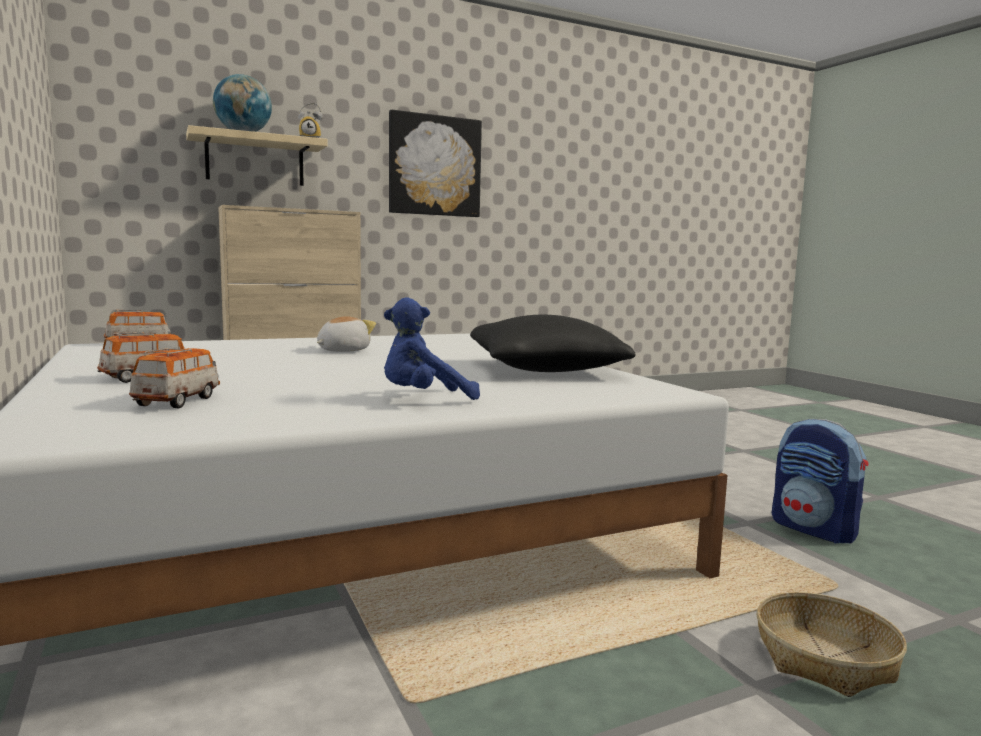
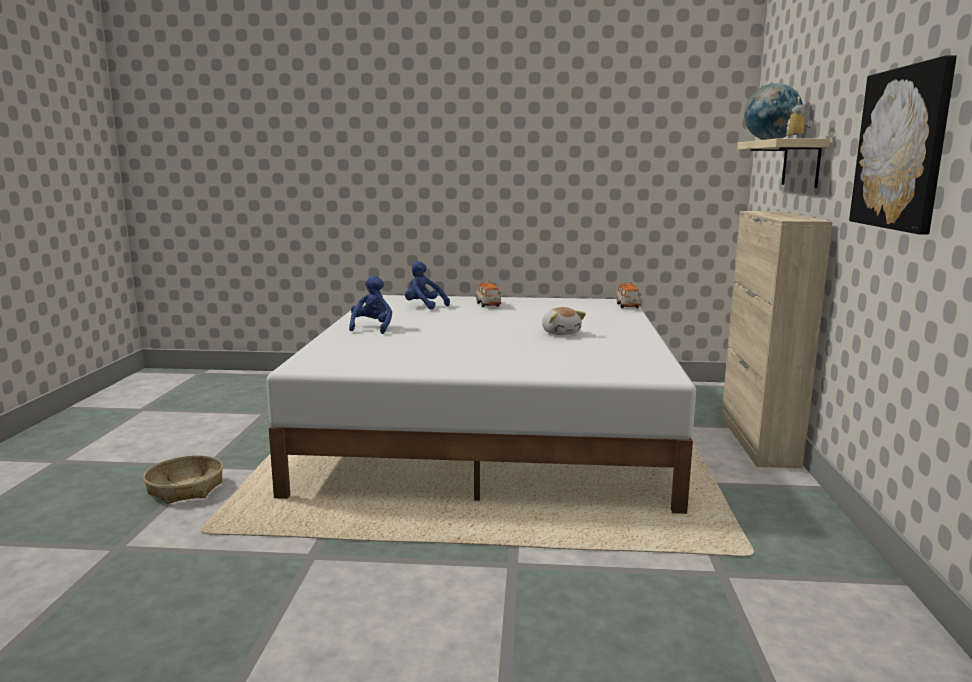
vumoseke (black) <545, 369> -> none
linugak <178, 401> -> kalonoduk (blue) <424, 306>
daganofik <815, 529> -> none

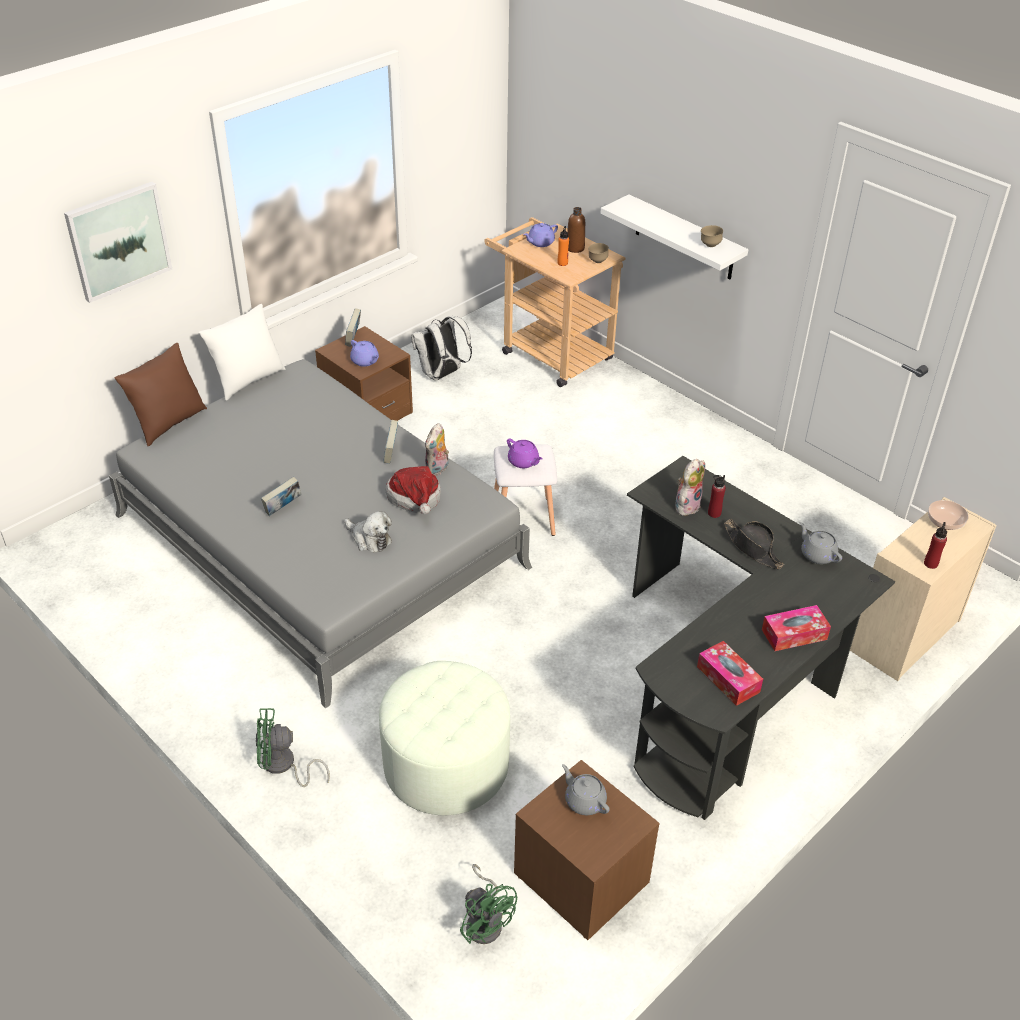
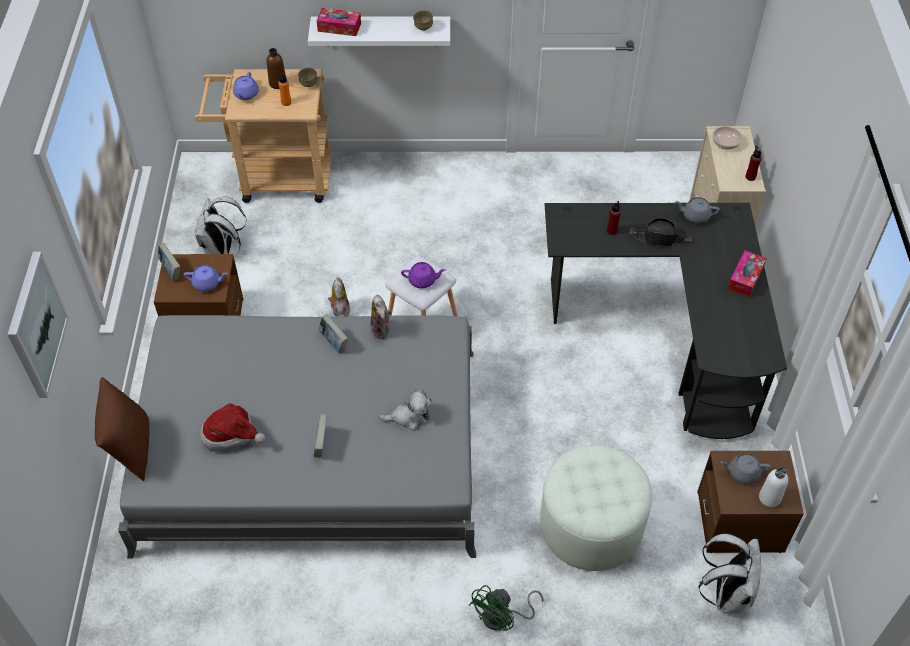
vumoseke (white) <248, 380> -> none
kalonoduk <686, 505> -> kalonoduk <339, 310>, moved
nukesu <415, 501> -> nukesu <232, 435>, moved
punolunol <728, 679> -> punolunol <339, 27>, moved
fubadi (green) <486, 921> -> daganofik (white) <726, 593>
none -> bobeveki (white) <769, 498>

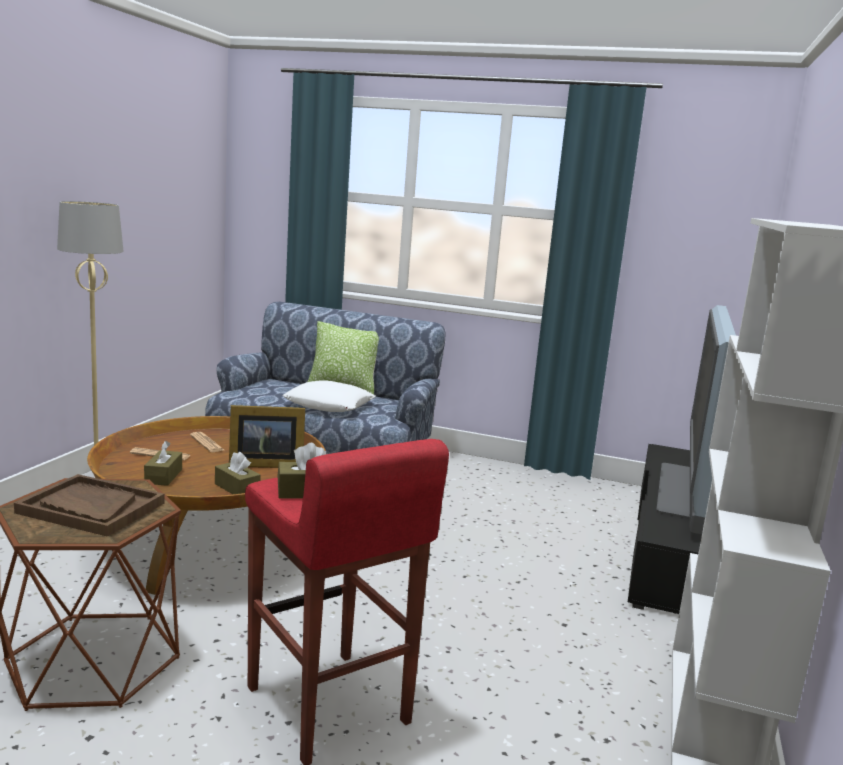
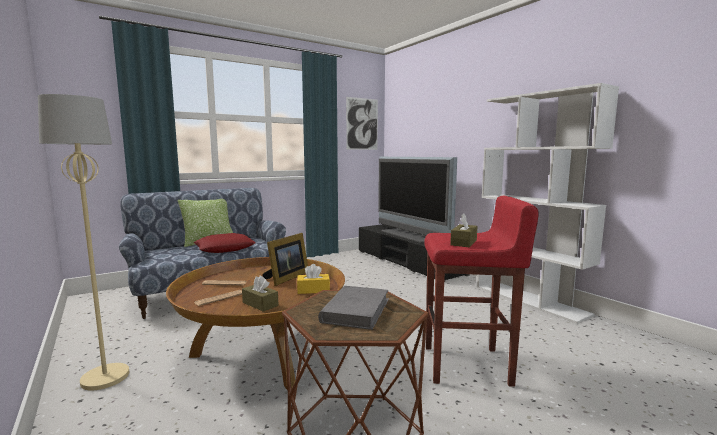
vumoseke (white) <329, 405> -> vumoseke (red) <225, 248>
punolunol (brown) <237, 488> -> punolunol (yellow) <313, 290>
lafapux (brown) <91, 508> -> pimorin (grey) <356, 310>
none -> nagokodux <362, 124>

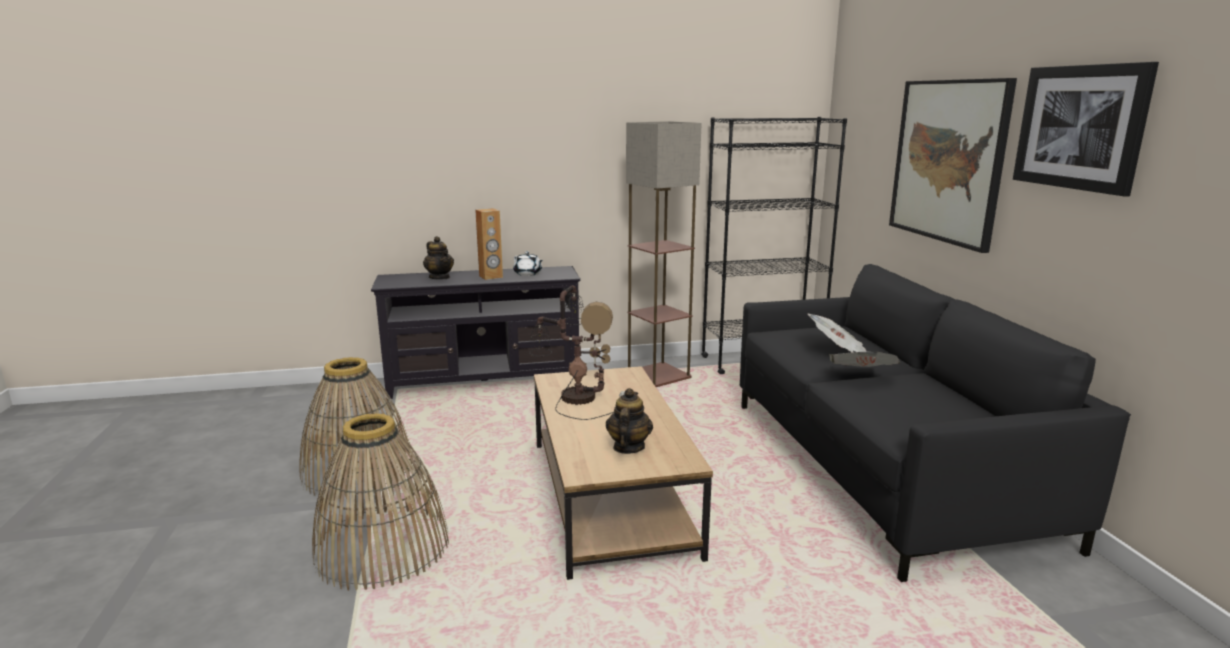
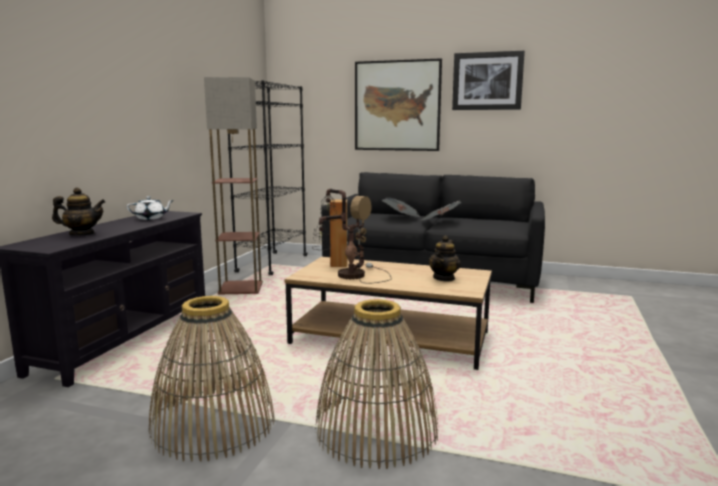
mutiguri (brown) <491, 277> -> mutiguri (brown) <339, 264>, moved
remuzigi <628, 447> -> remuzigi <444, 278>, 105 degrees counterclockwise

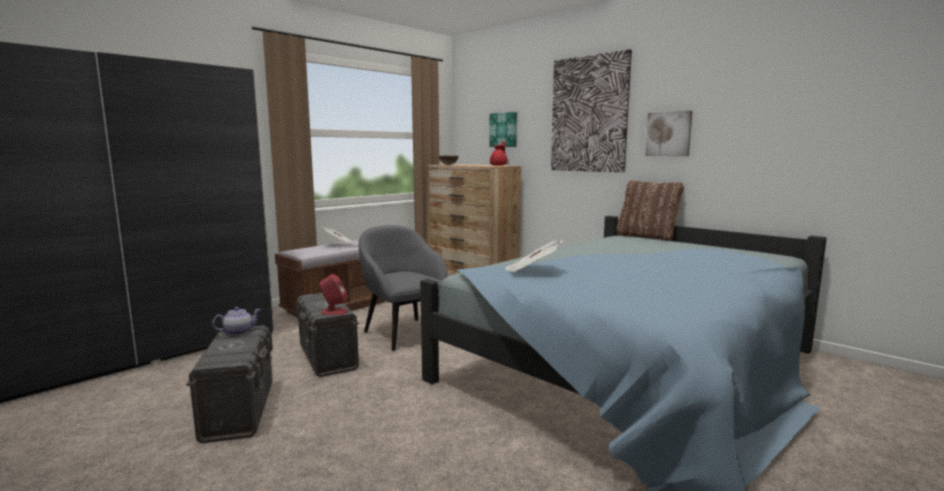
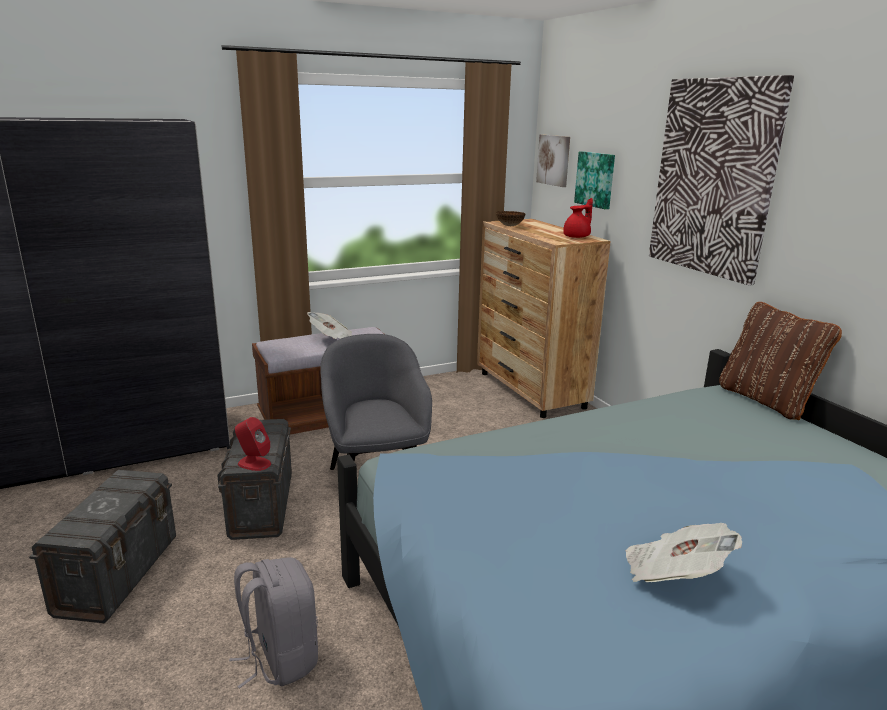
nagokodux <668, 134> -> nagokodux <554, 160>, moved
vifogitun <532, 271> -> vifogitun <673, 574>, moved
remuzigi <238, 332> -> none
none -> daganofik (grey) <280, 658>

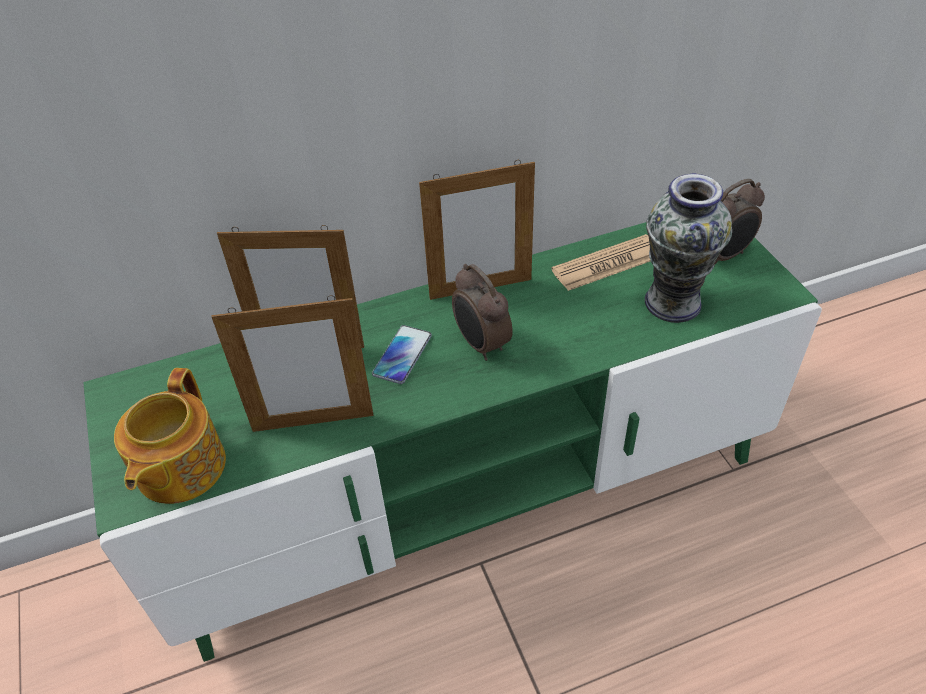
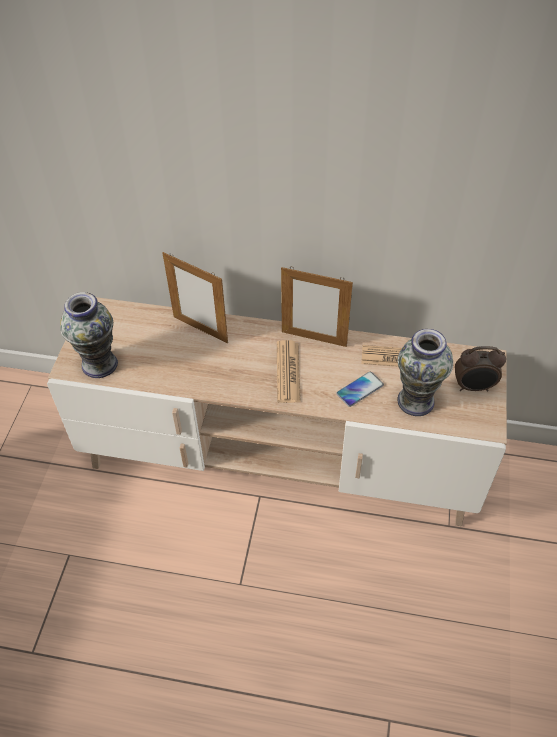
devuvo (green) <470, 497> -> devuvo (beige) <280, 457>
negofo <481, 345> -> vifogitun <288, 372>
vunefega <313, 422> -> none
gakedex <402, 355> -> gakedex <359, 389>, moved
remuzigi <179, 468> -> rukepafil <100, 363>

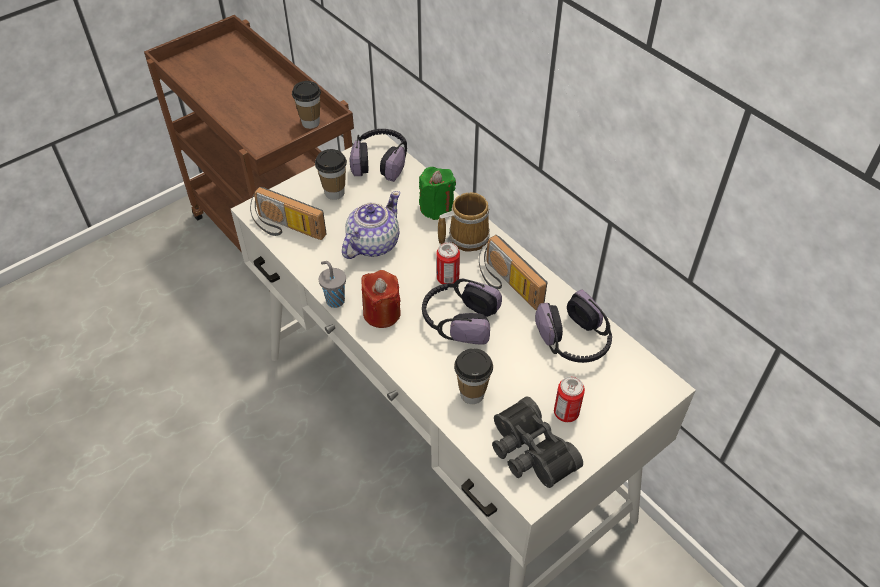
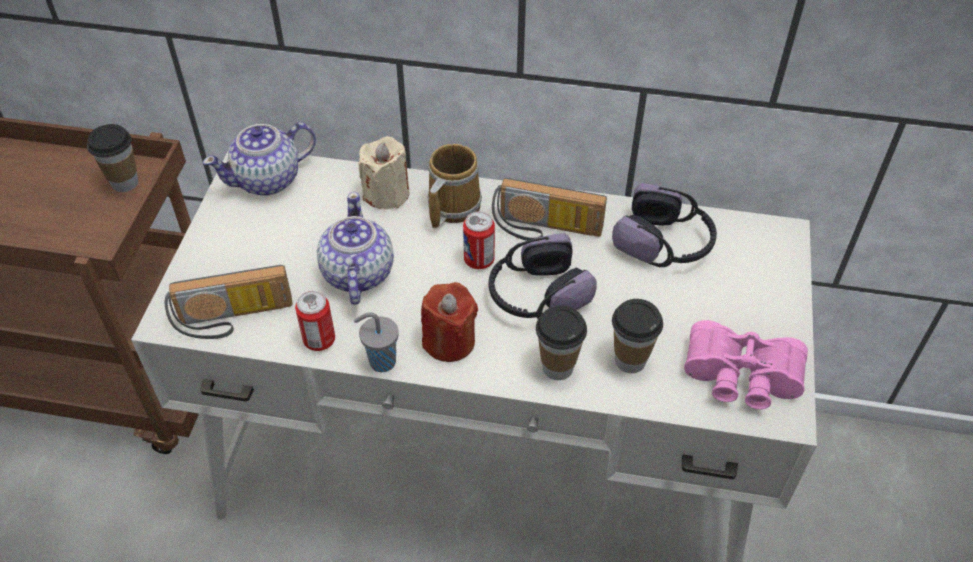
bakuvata <381, 162> -> remuzigi <268, 179>
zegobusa <334, 193> -> zegobusa <557, 367>, moved
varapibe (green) <436, 208> -> varapibe (beige) <386, 194>
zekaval <566, 413> -> zekaval <319, 340>, moved
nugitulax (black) <528, 453> -> nugitulax (pink) <741, 379>

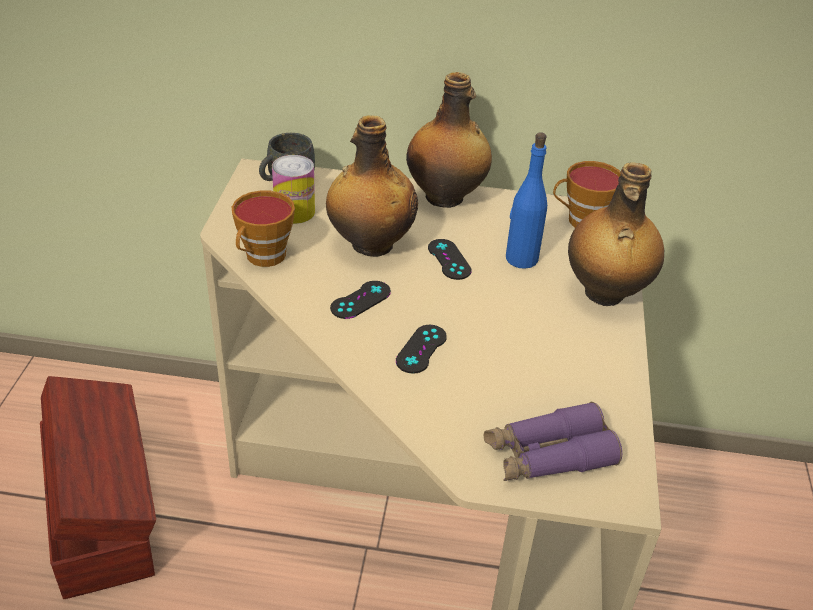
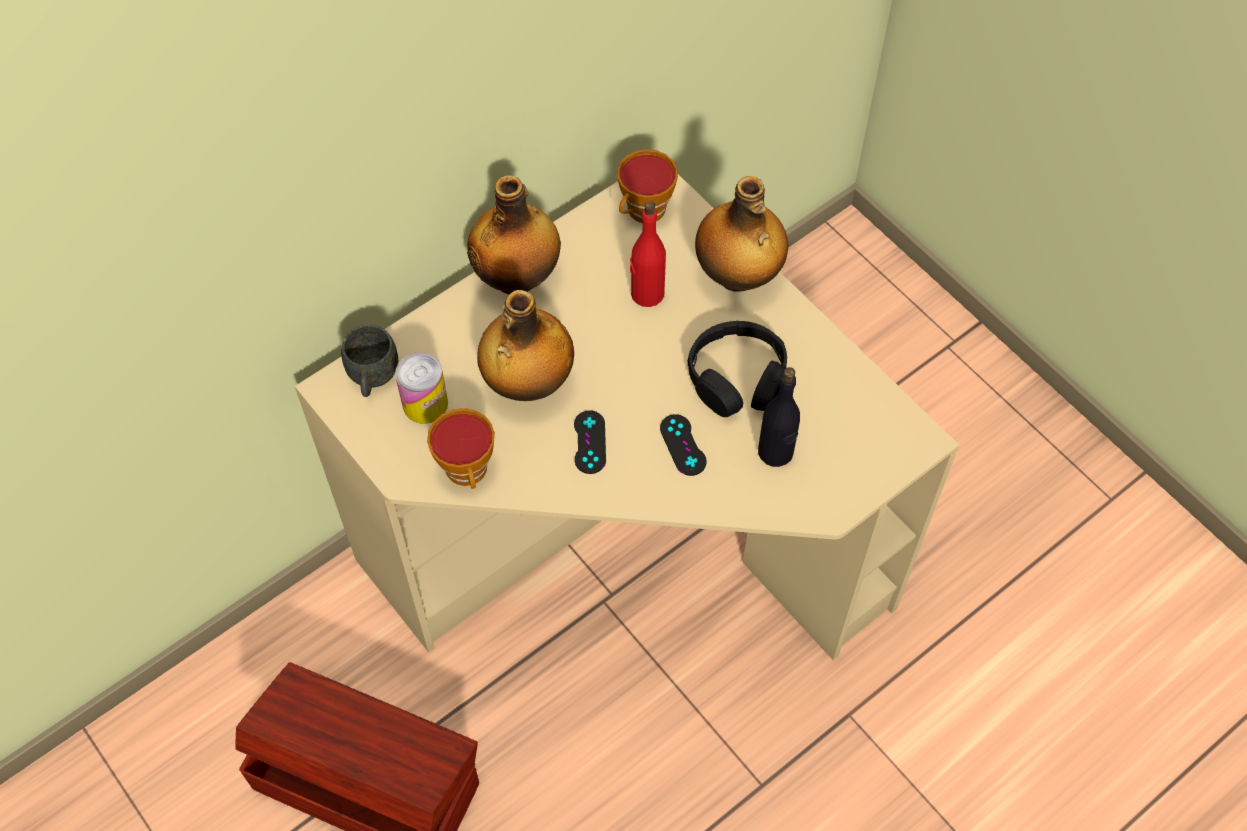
bobeveki (blue) <521, 258> -> bobeveki (red) <647, 293>
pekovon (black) <449, 259> -> none
nugitulax (purple) <548, 455> -> none
none -> bakuvata (black) <737, 378>
none -> bobeveki (black) <776, 452>

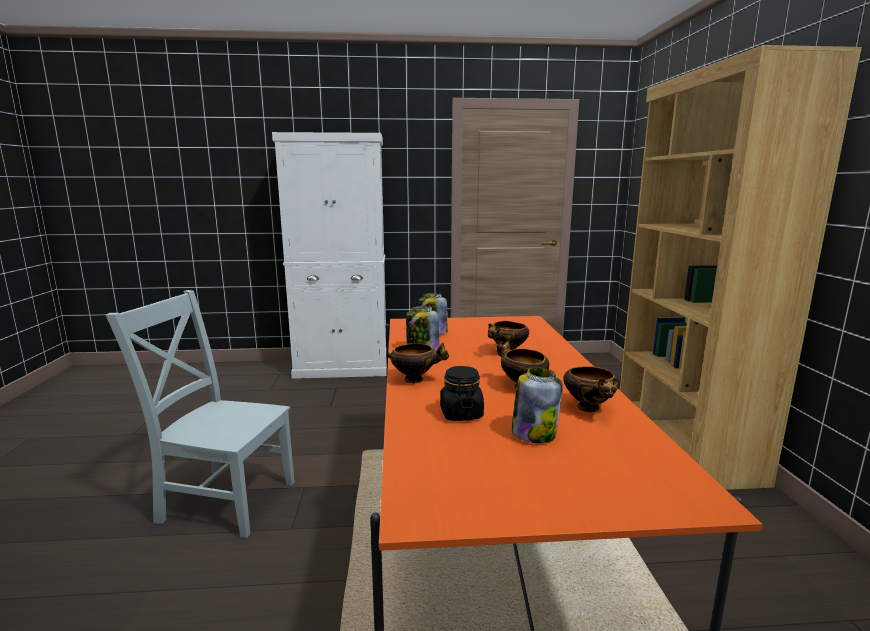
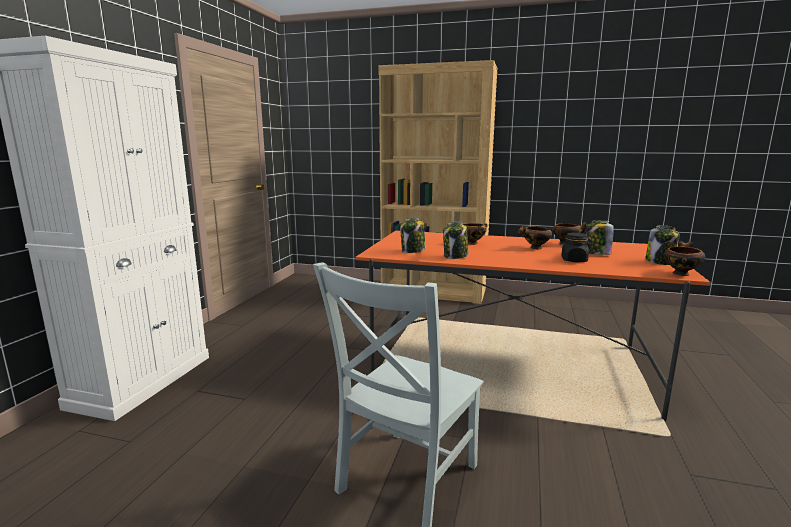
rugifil <415, 379> -> rugifil <680, 273>, moved
none -> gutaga <660, 261>

